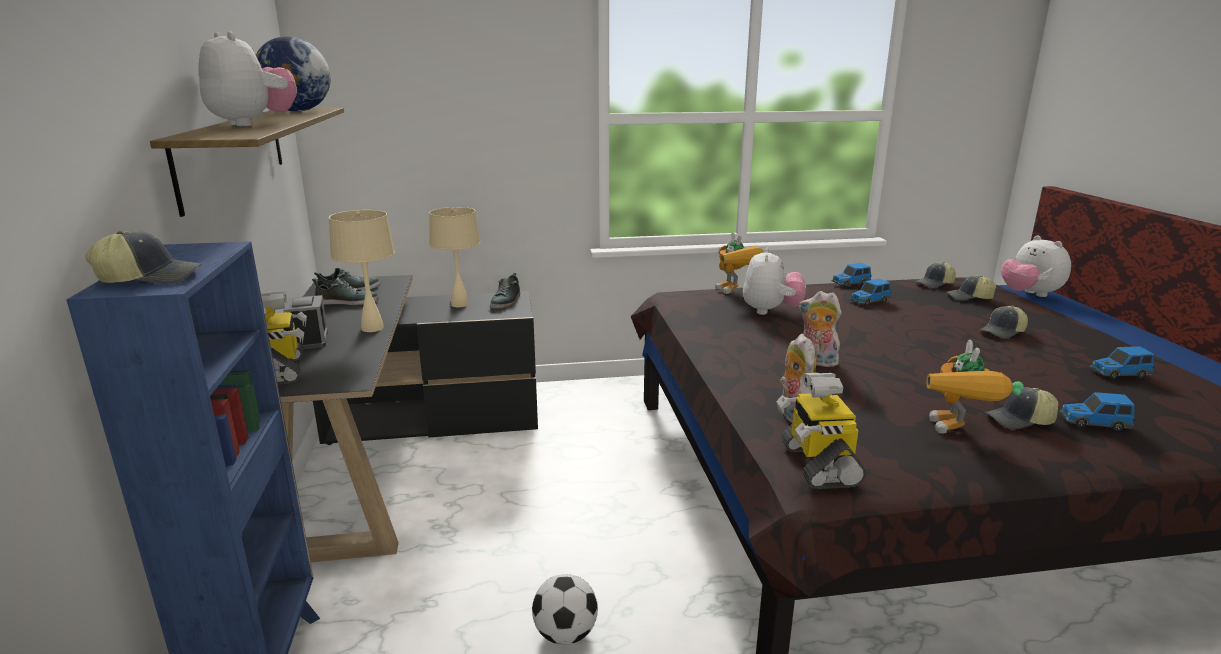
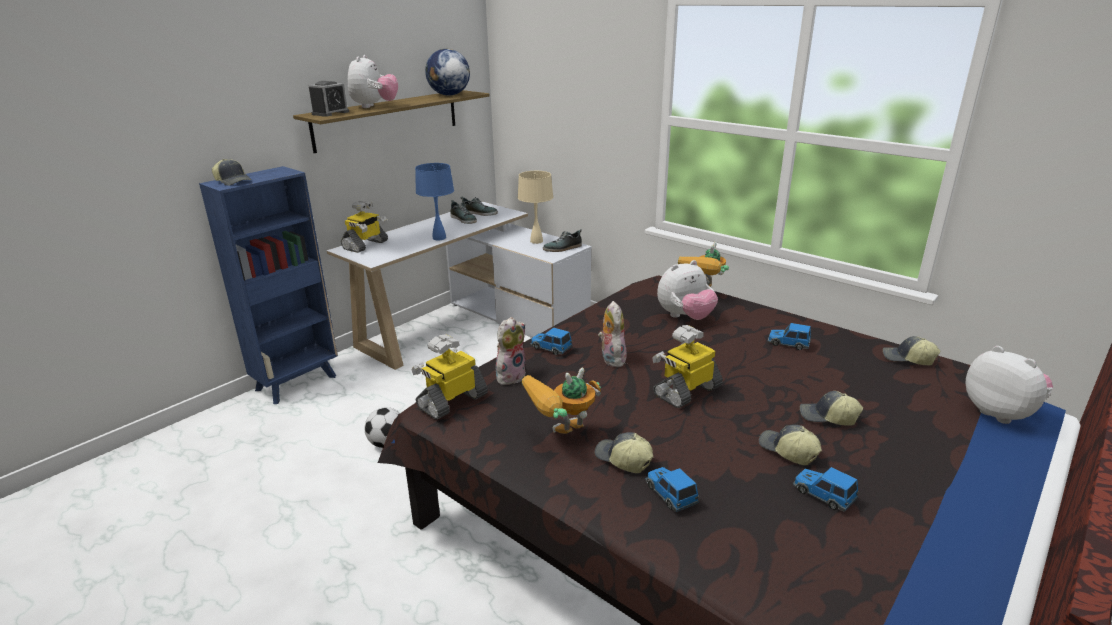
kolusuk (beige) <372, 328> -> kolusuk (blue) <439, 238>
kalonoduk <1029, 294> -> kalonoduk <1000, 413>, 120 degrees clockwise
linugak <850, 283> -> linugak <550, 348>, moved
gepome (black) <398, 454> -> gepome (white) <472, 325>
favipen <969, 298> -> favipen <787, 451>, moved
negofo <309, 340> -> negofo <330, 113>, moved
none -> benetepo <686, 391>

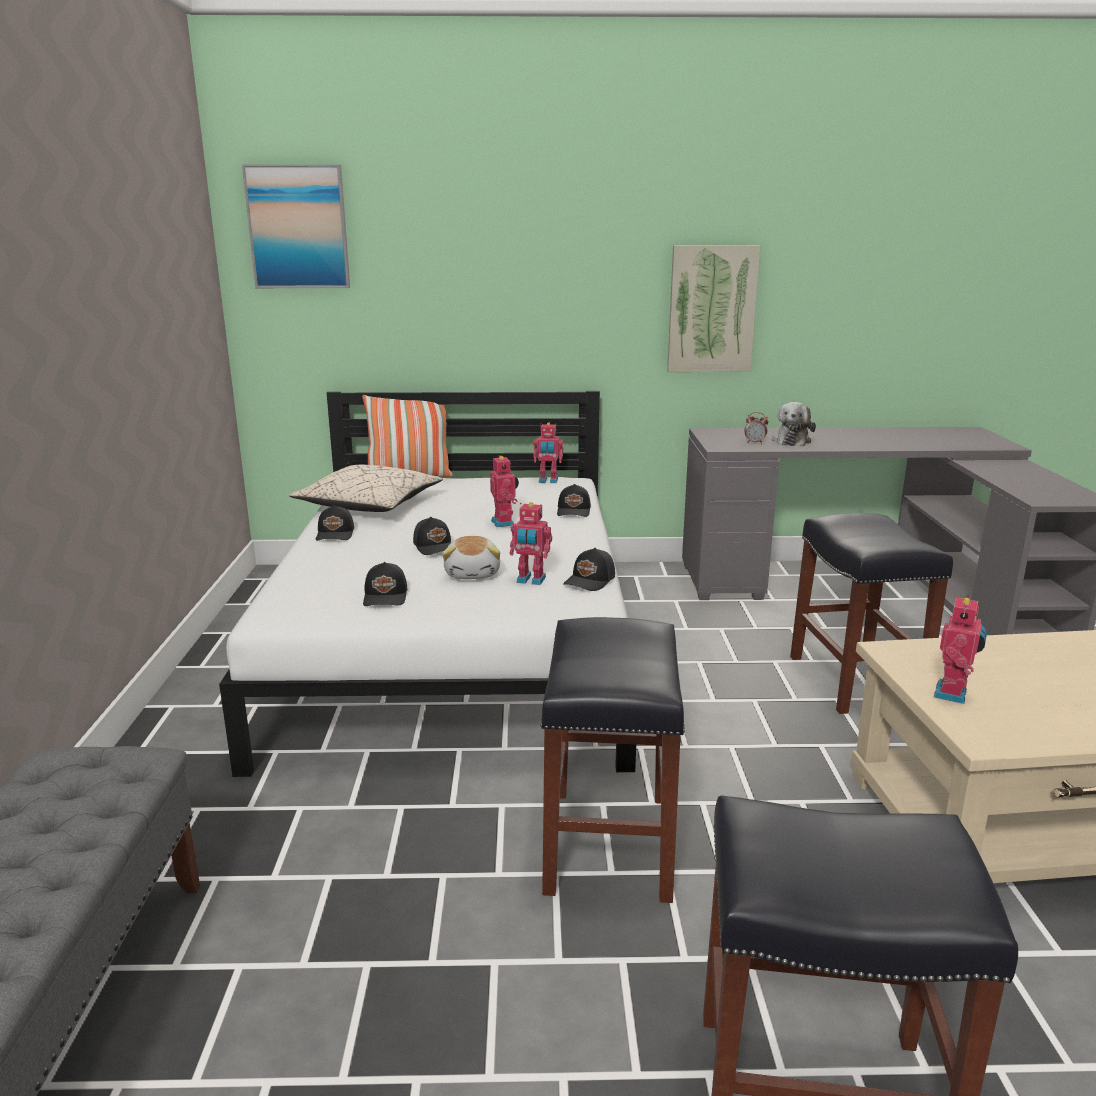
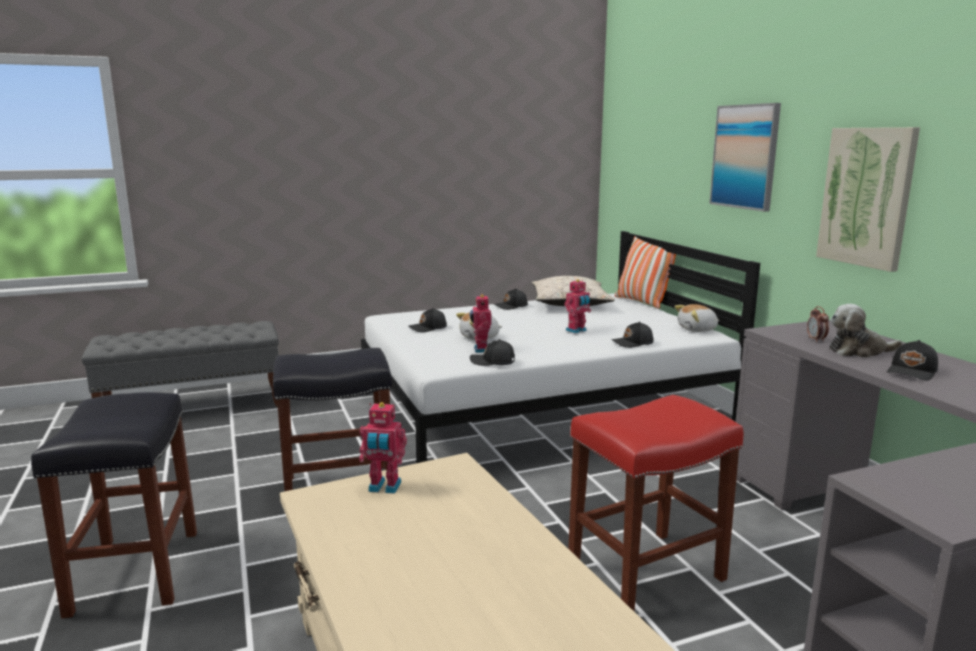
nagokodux <298, 227> -> nagokodux <745, 156>, moved
benetepo <548, 481> -> kalonoduk <697, 329>
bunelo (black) <853, 680> -> bunelo (red) <646, 571>
favipen (black) <435, 547> -> favipen (black) <912, 372>, moved

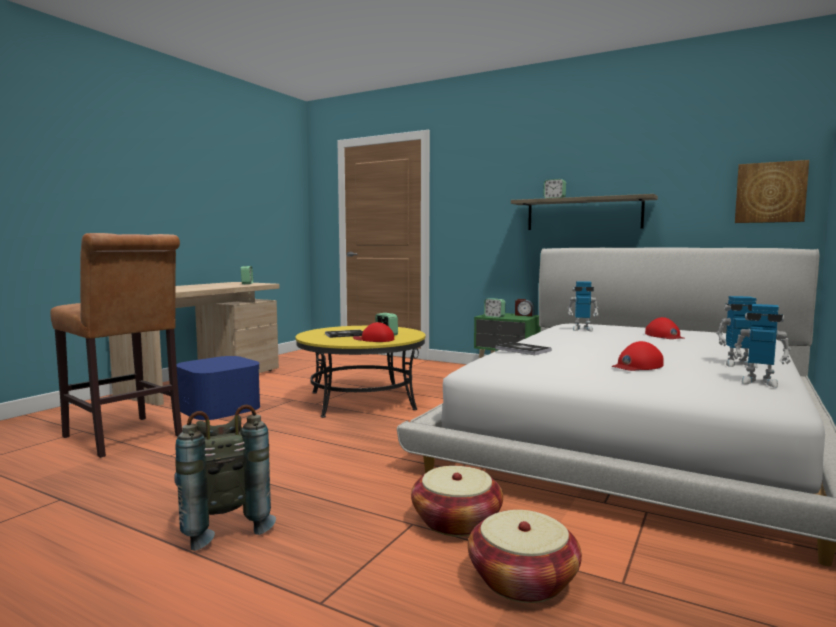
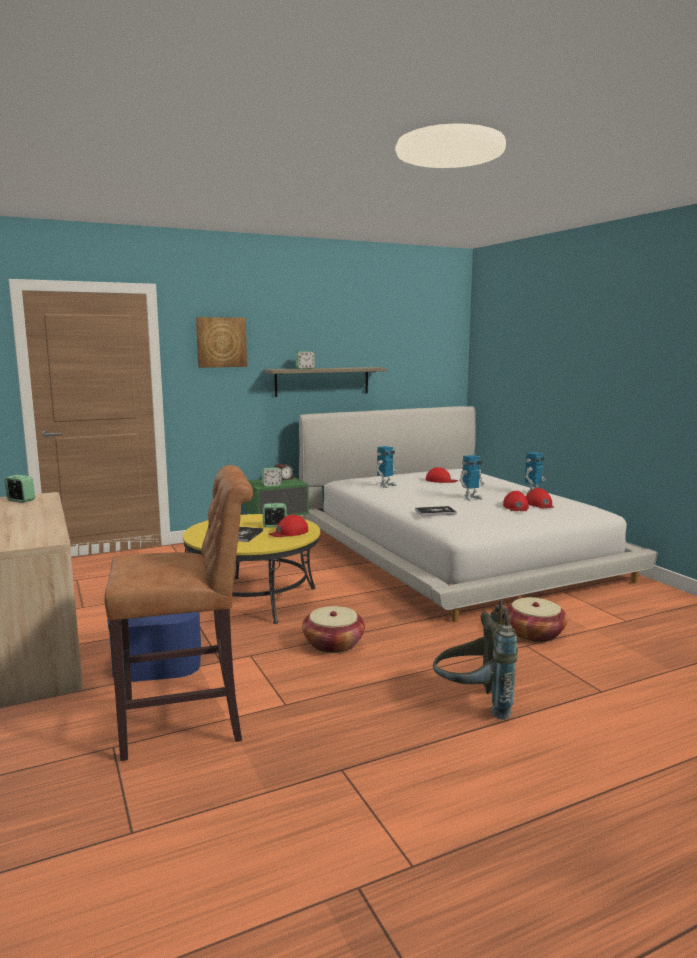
nagokodux <770, 192> -> nagokodux <221, 342>, moved
benetepo <759, 382> -> benetepo <471, 498>, moved
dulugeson <522, 581> -> dulugeson <333, 644>, moved
none -> favipen (red) <540, 504>

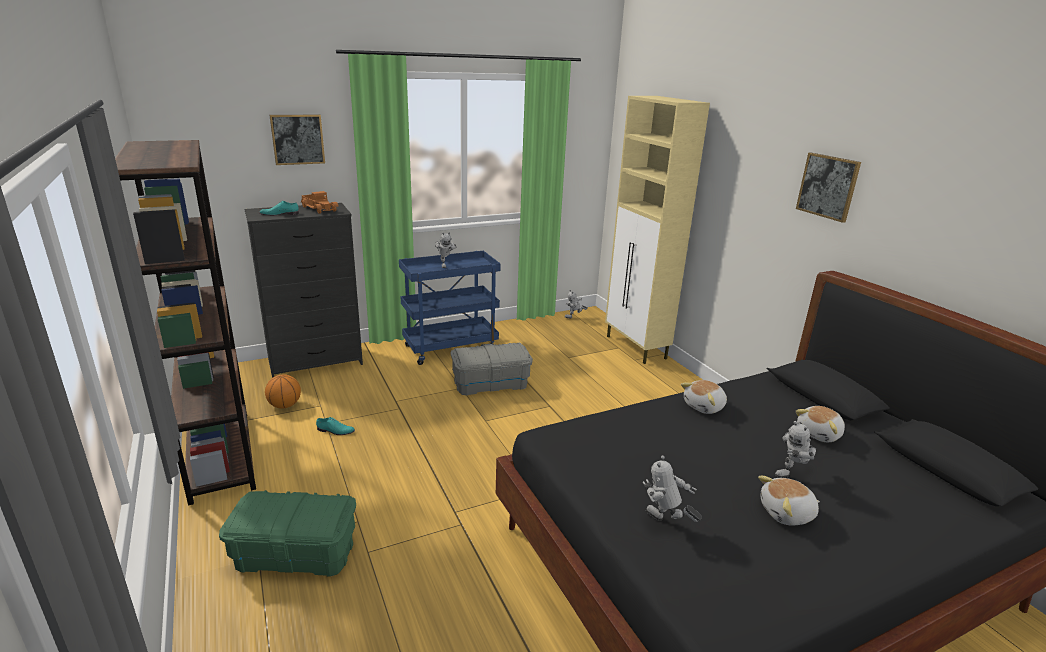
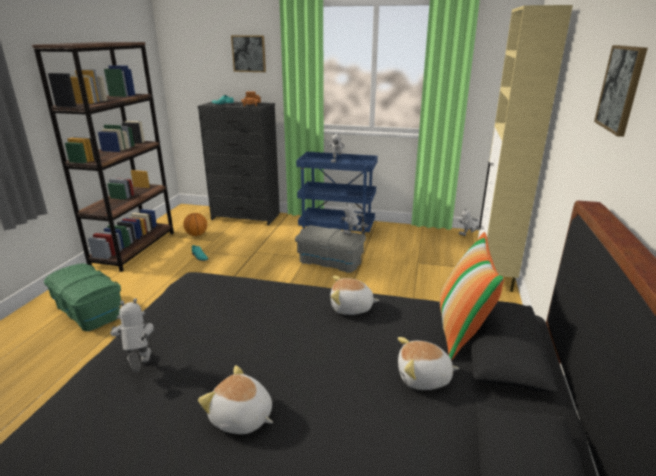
benetepo <793, 475> -> benetepo <353, 235>, moved
none -> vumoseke <462, 331>

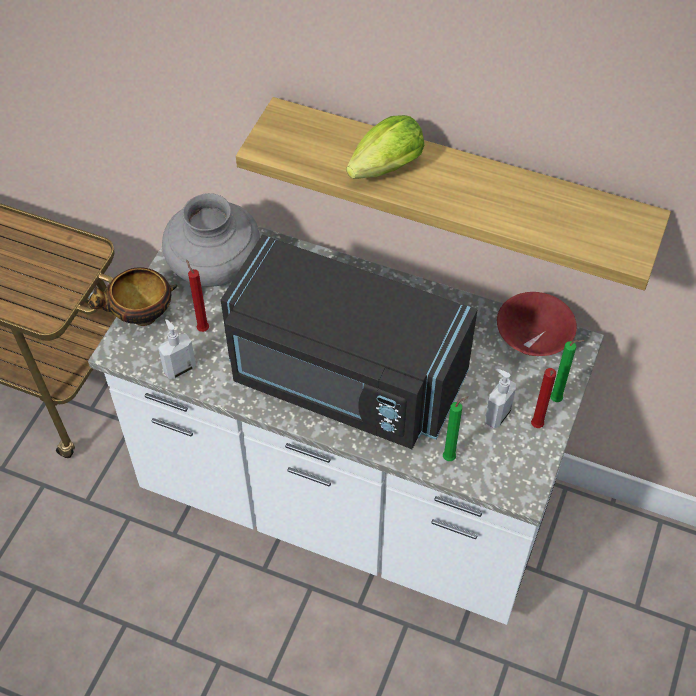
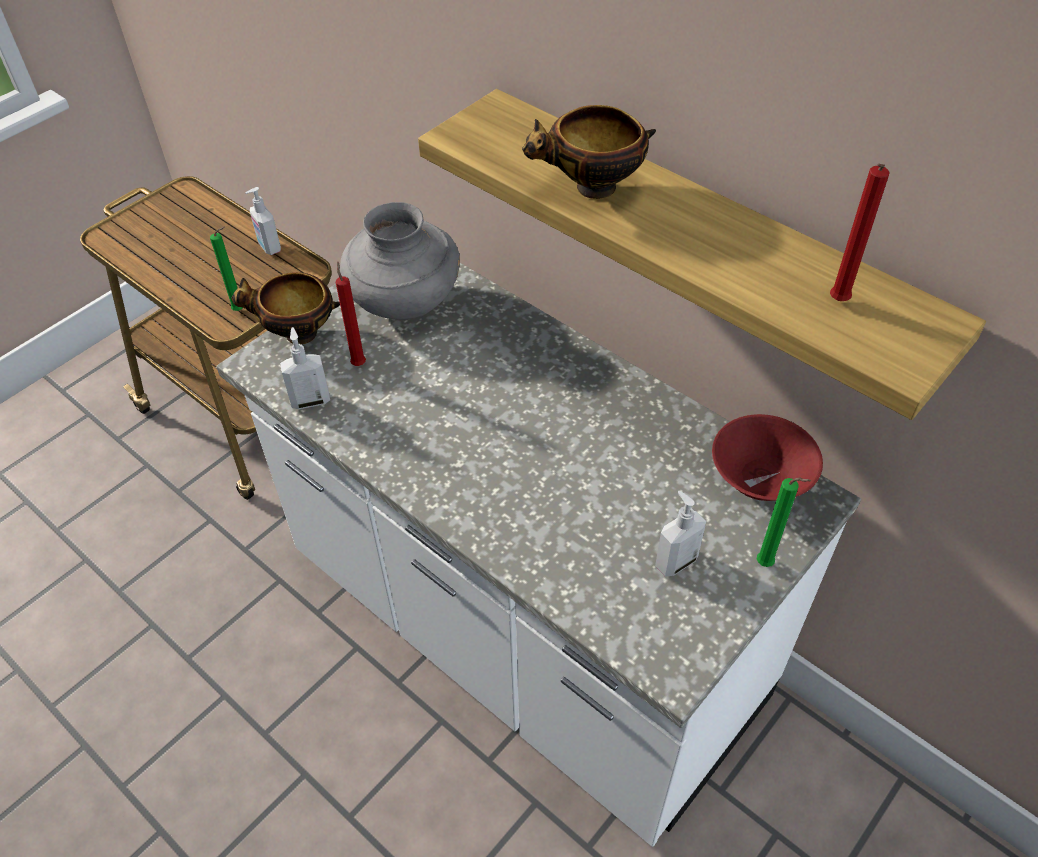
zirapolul <382, 170> -> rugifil <591, 189>
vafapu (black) <343, 380> -> none
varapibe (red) <536, 427> -> varapibe (red) <837, 302>, moved
varapibe (green) <451, 457> -> varapibe (green) <241, 310>, moved
none -> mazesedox <269, 247>

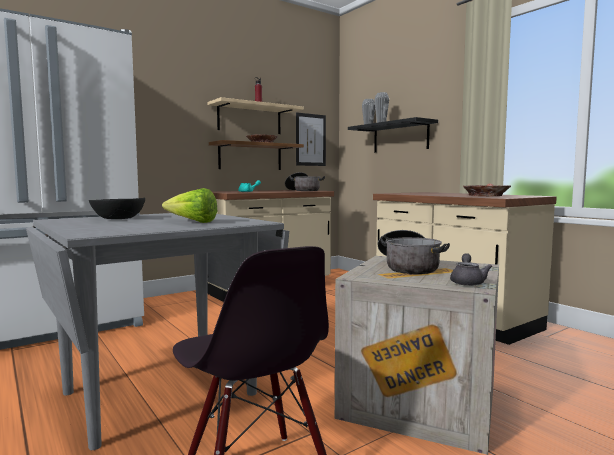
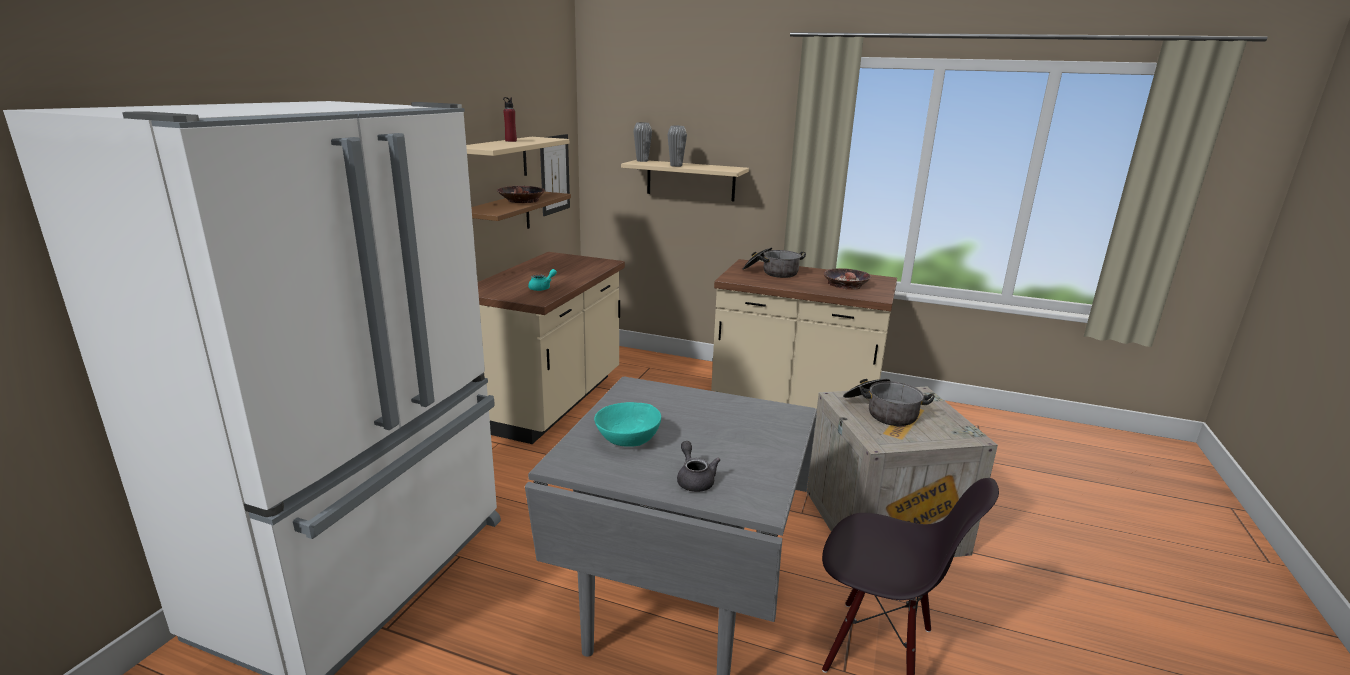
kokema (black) <400, 137> -> kokema (beige) <690, 180>
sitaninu <303, 190> -> sitaninu <771, 272>, moved
zirapolul <193, 222> -> none
rugifil (black) <118, 218> -> rugifil (turquoise) <627, 439>
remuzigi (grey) <467, 282> -> remuzigi (grey) <694, 480>, moved

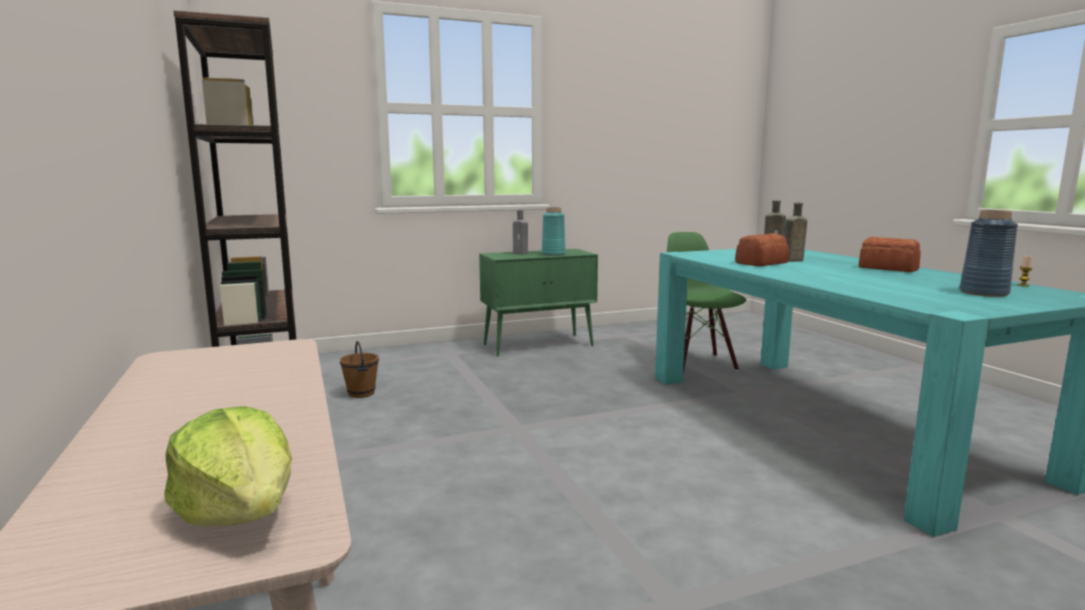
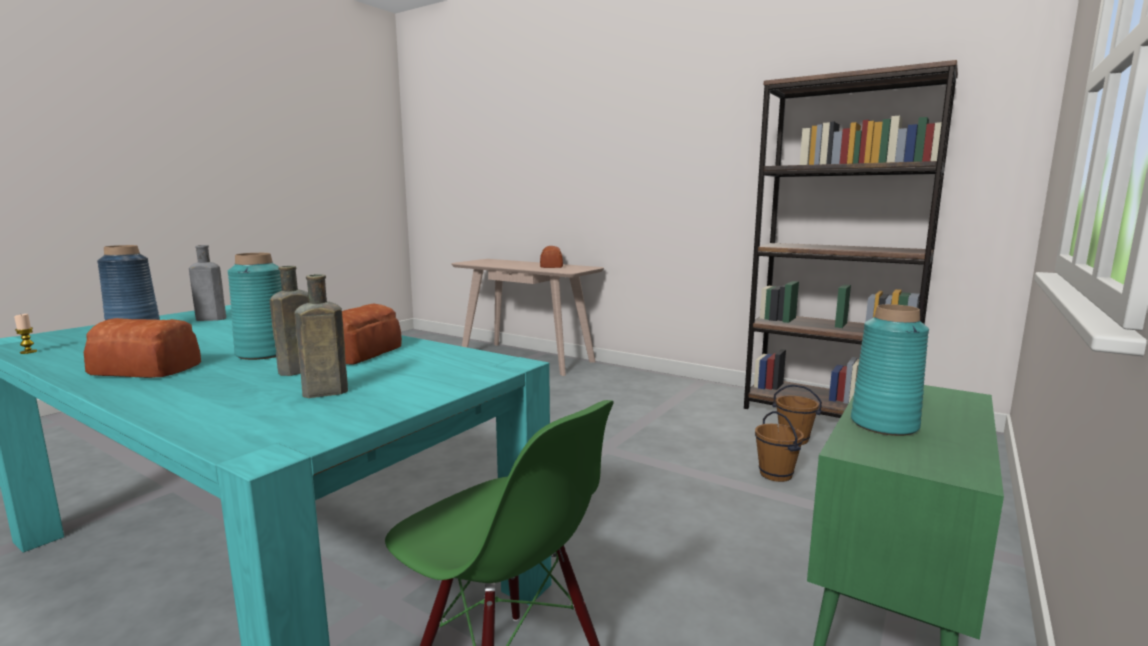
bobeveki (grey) <521, 253> -> bobeveki (grey) <209, 319>, moved
zirapolul <240, 512> -> none
none -> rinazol <552, 266>
none -> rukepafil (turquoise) <264, 353>
none -> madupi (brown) <775, 475>

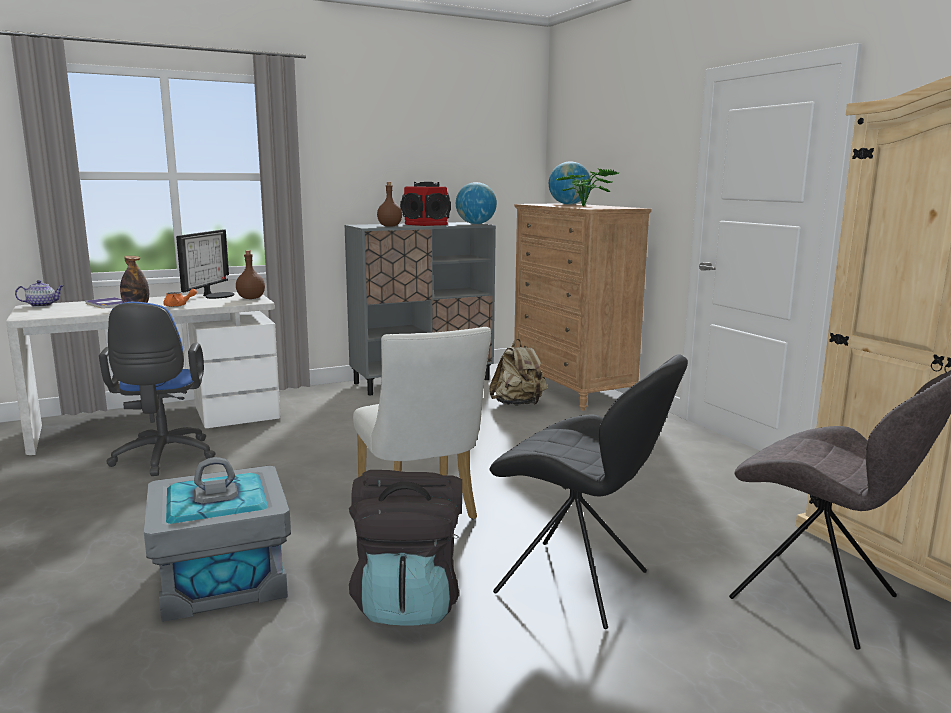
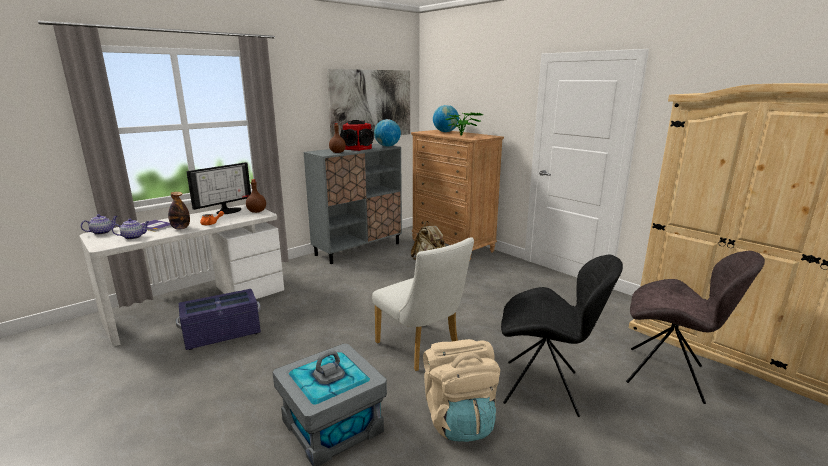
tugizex <216, 295> -> tugizex <228, 210>, 45 degrees clockwise
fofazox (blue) <163, 458> -> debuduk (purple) <222, 334>
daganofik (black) <408, 601> -> daganofik (beige) <459, 419>
none -> nagokodux <371, 104>
none -> remuzigi <134, 237>

